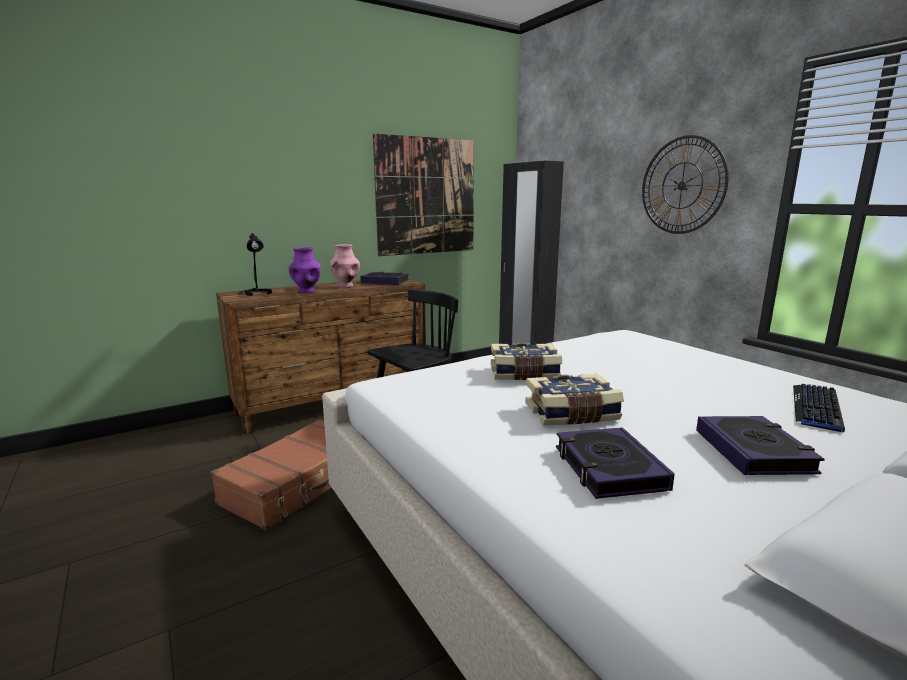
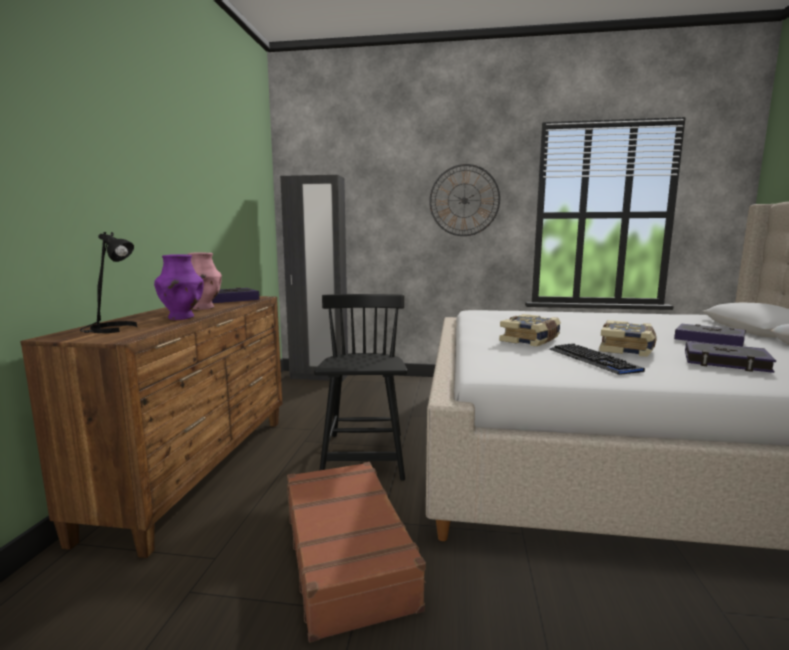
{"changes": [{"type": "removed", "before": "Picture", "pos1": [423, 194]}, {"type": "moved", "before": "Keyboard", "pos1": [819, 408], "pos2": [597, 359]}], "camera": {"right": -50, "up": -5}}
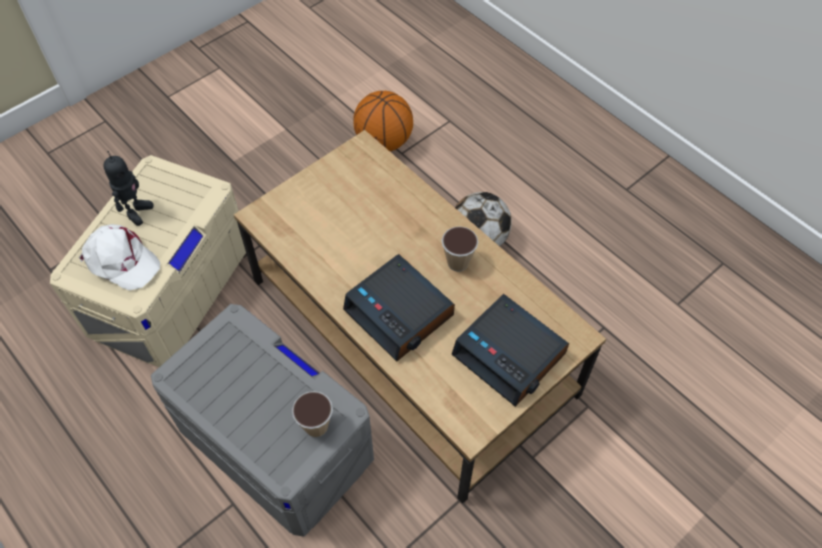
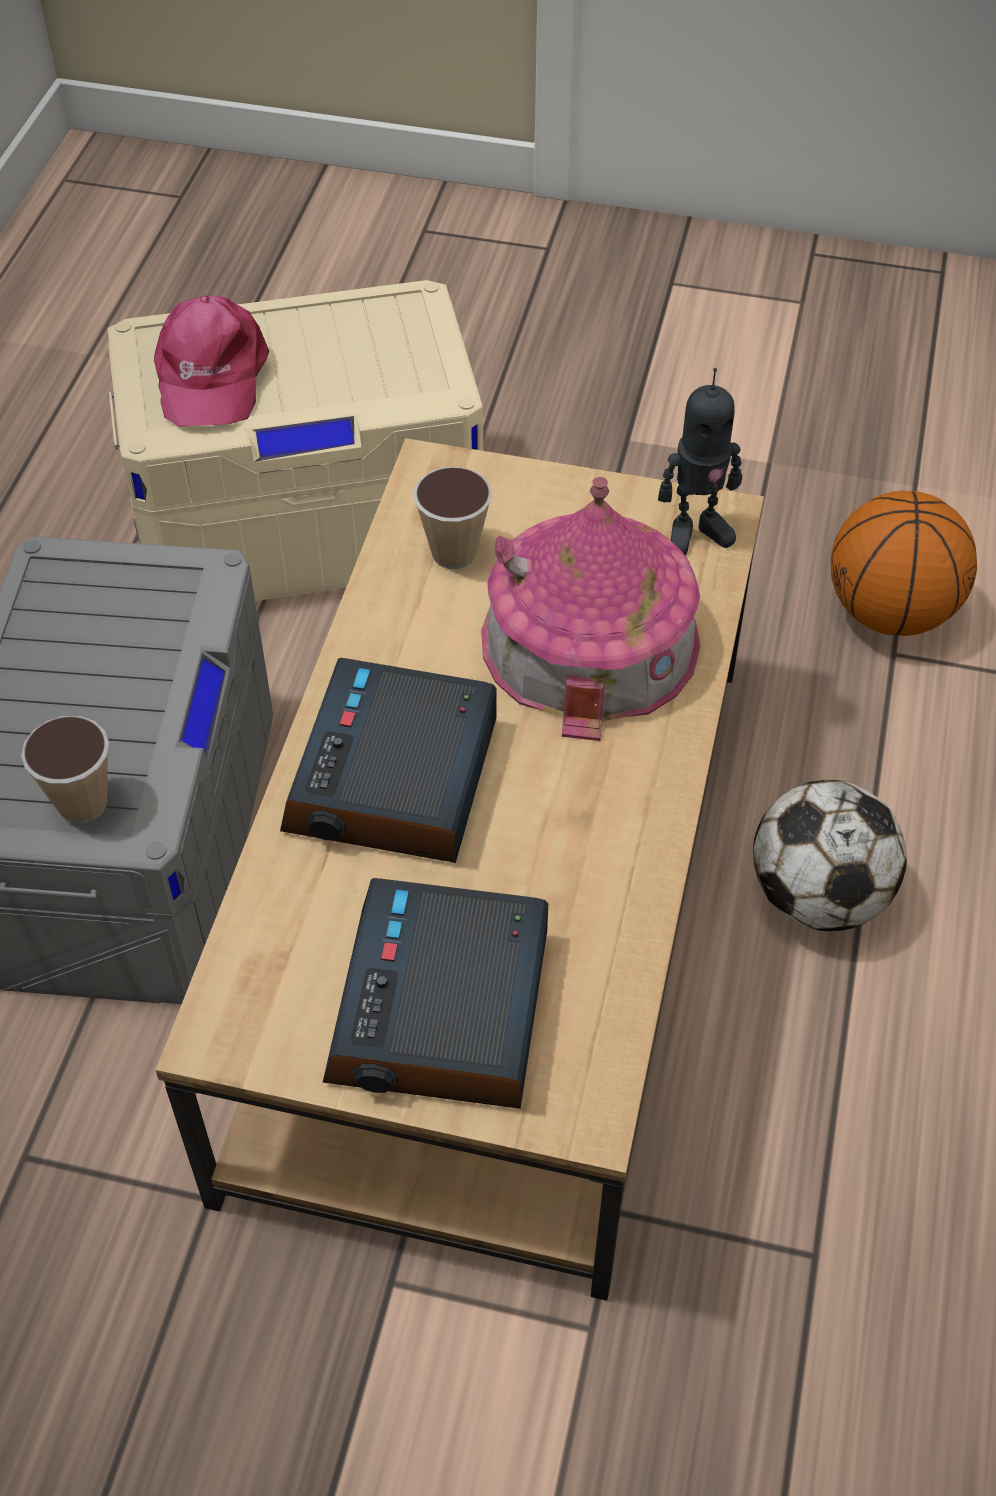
{"changes": [{"type": "recoloured", "before": "WhiteCap", "after": "PinkCap", "pos1": [119, 257], "pos2": [211, 361]}, {"type": "moved", "before": "ToyRobot", "pos1": [128, 188], "pos2": [700, 461]}, {"type": "moved", "before": "Cup", "pos1": [460, 249], "pos2": [452, 518]}, {"type": "added", "after": "ToyHouse", "pos2": [590, 609]}], "camera": {"right": 55, "up": -5}}
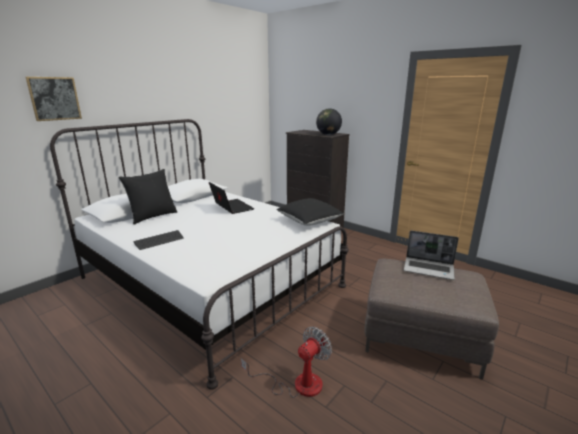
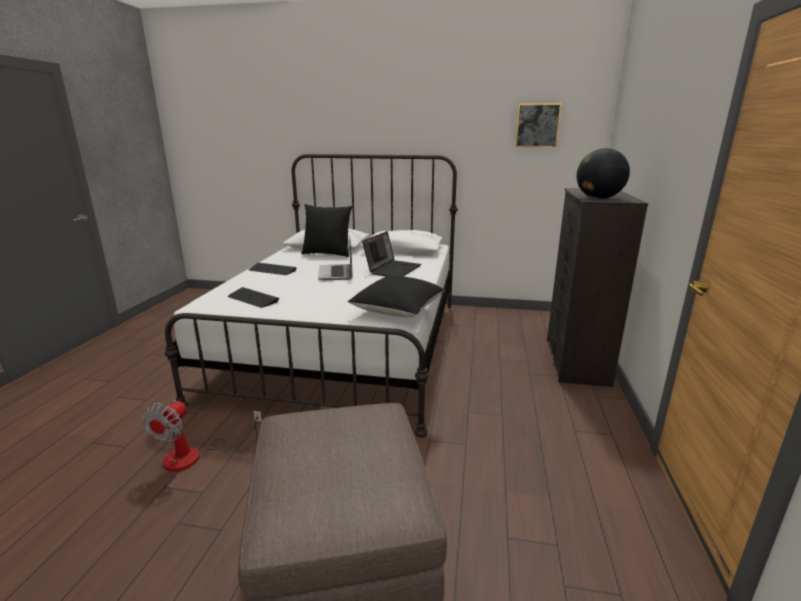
{"changes": [{"type": "moved", "before": "Picture", "pos1": [54, 99], "pos2": [538, 125]}, {"type": "turned", "before": "Fan", "pos1": [286, 362], "pos2": [202, 435], "turn": 90}, {"type": "moved", "before": "Laptop", "pos1": [431, 255], "pos2": [335, 258]}, {"type": "added", "after": "Keyboard", "pos2": [253, 297]}], "camera": {"right": 60, "up": 0}}
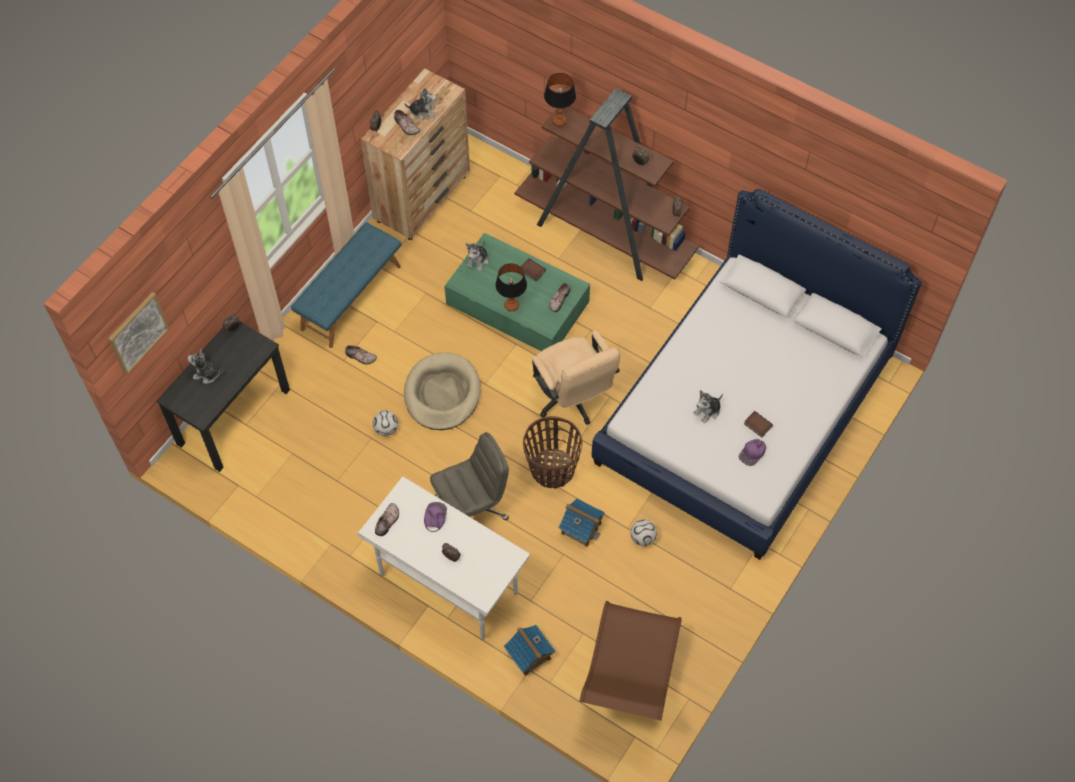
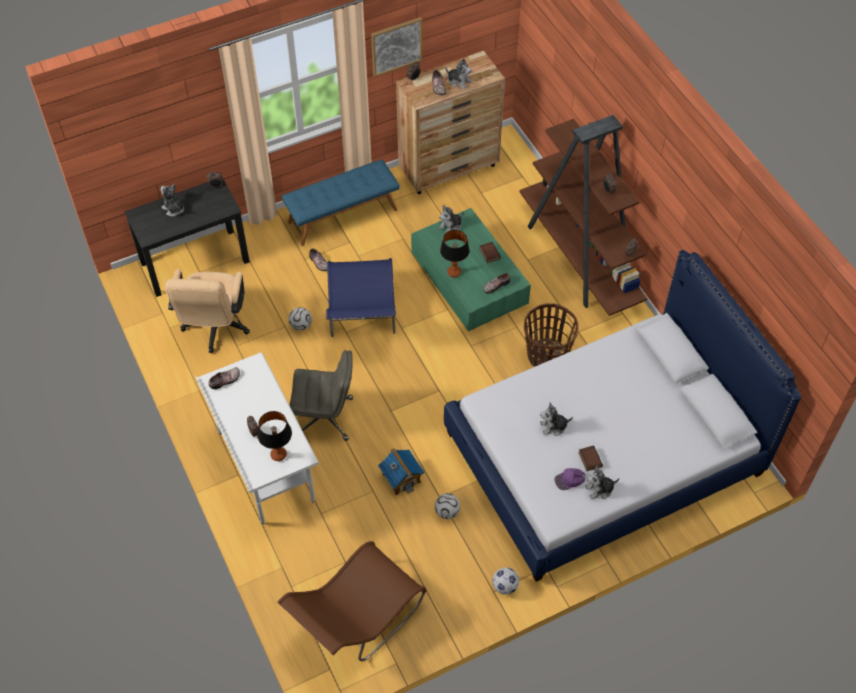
{"changes": [{"type": "moved", "before": "Picture", "pos1": [138, 333], "pos2": [396, 47]}, {"type": "replaced", "before": "BeigeDogBed", "after": "BlueChair", "pos1": [442, 391], "pos2": [361, 297]}, {"type": "removed", "before": "PurpleCap", "pos1": [435, 517]}, {"type": "removed", "before": "ToyHouse", "pos1": [529, 650]}, {"type": "moved", "before": "Basket", "pos1": [553, 452], "pos2": [551, 335]}, {"type": "moved", "before": "BeigeOfficeChair", "pos1": [576, 377], "pos2": [207, 311]}, {"type": "moved", "before": "TableLamp", "pos1": [560, 100], "pos2": [274, 436]}, {"type": "added", "after": "Football", "pos2": [505, 581]}, {"type": "added", "after": "PlushToy", "pos2": [602, 483]}], "camera": {"right": 30, "up": -5}}
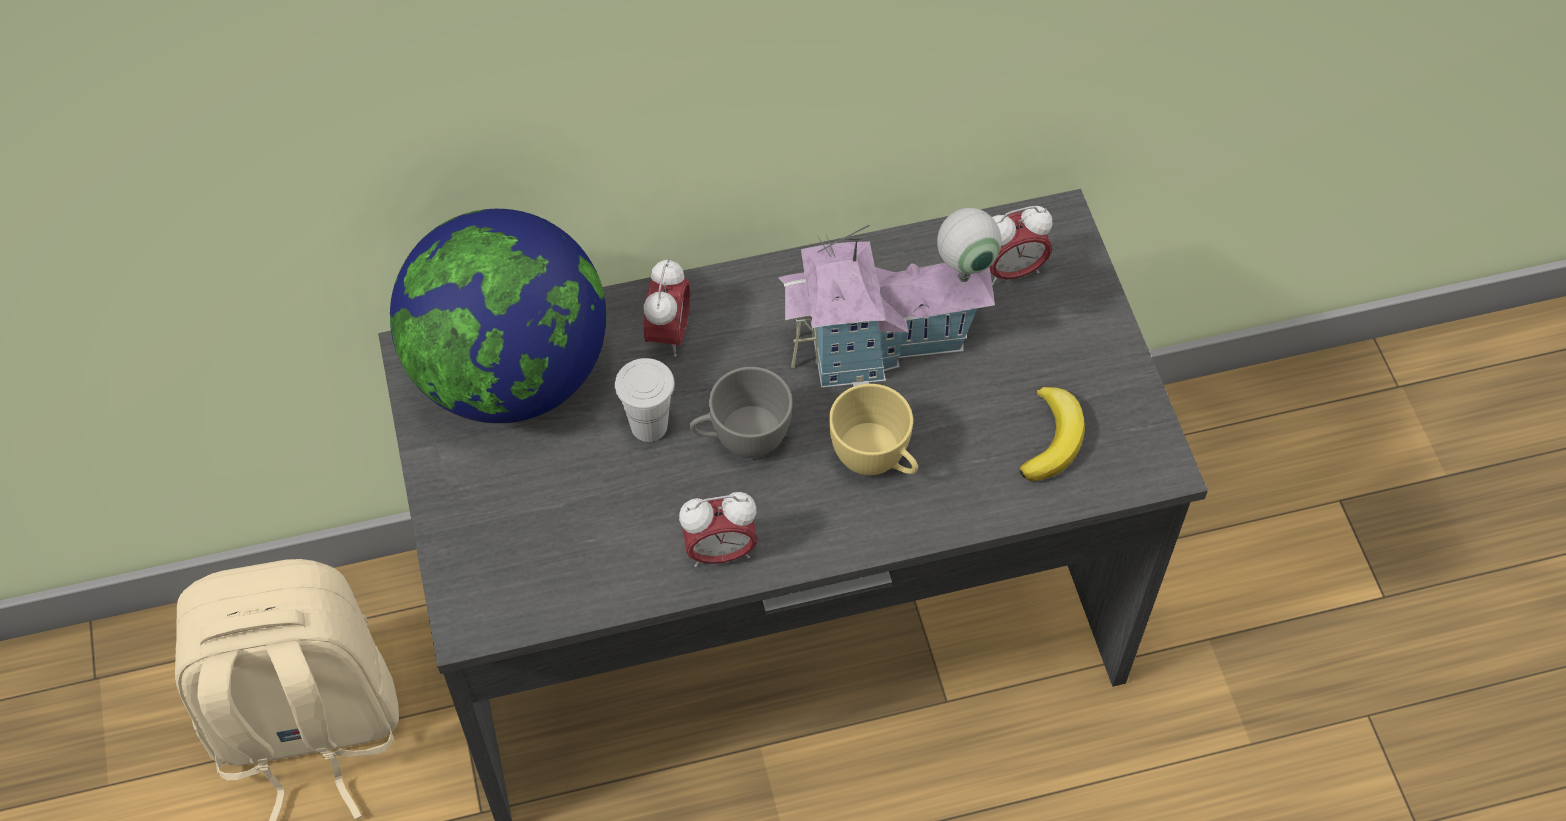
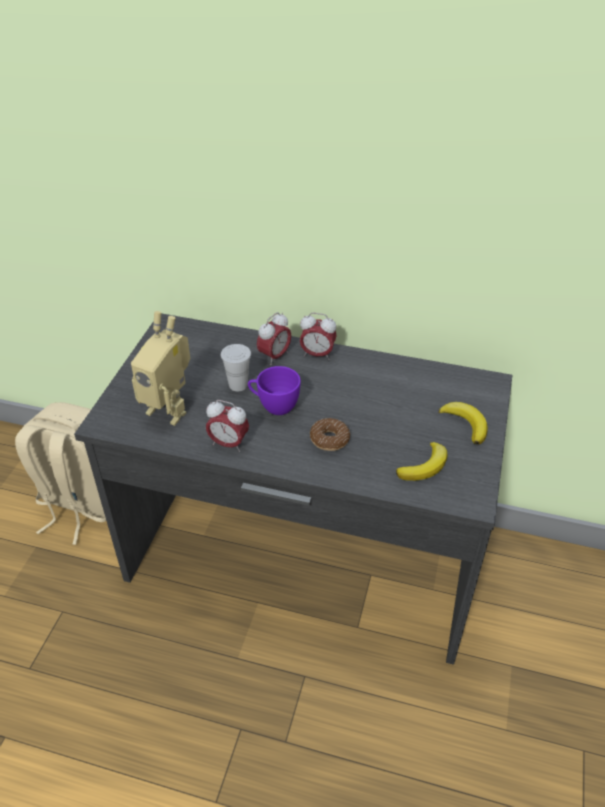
{"changes": [{"type": "removed", "before": "Globe", "pos1": [498, 316]}, {"type": "recoloured", "before": "GreyCup", "after": "PurpleCup", "pos1": [741, 412], "pos2": [274, 390]}, {"type": "removed", "before": "ToyHouse", "pos1": [889, 298]}, {"type": "replaced", "before": "YellowCup", "after": "Donut", "pos1": [873, 429], "pos2": [330, 434]}, {"type": "moved", "before": "AlarmClock", "pos1": [1021, 245], "pos2": [318, 336]}, {"type": "added", "after": "ToyRobot", "pos2": [160, 368]}, {"type": "added", "after": "Banana", "pos2": [463, 423]}], "camera": {"right": 30, "up": -15}}
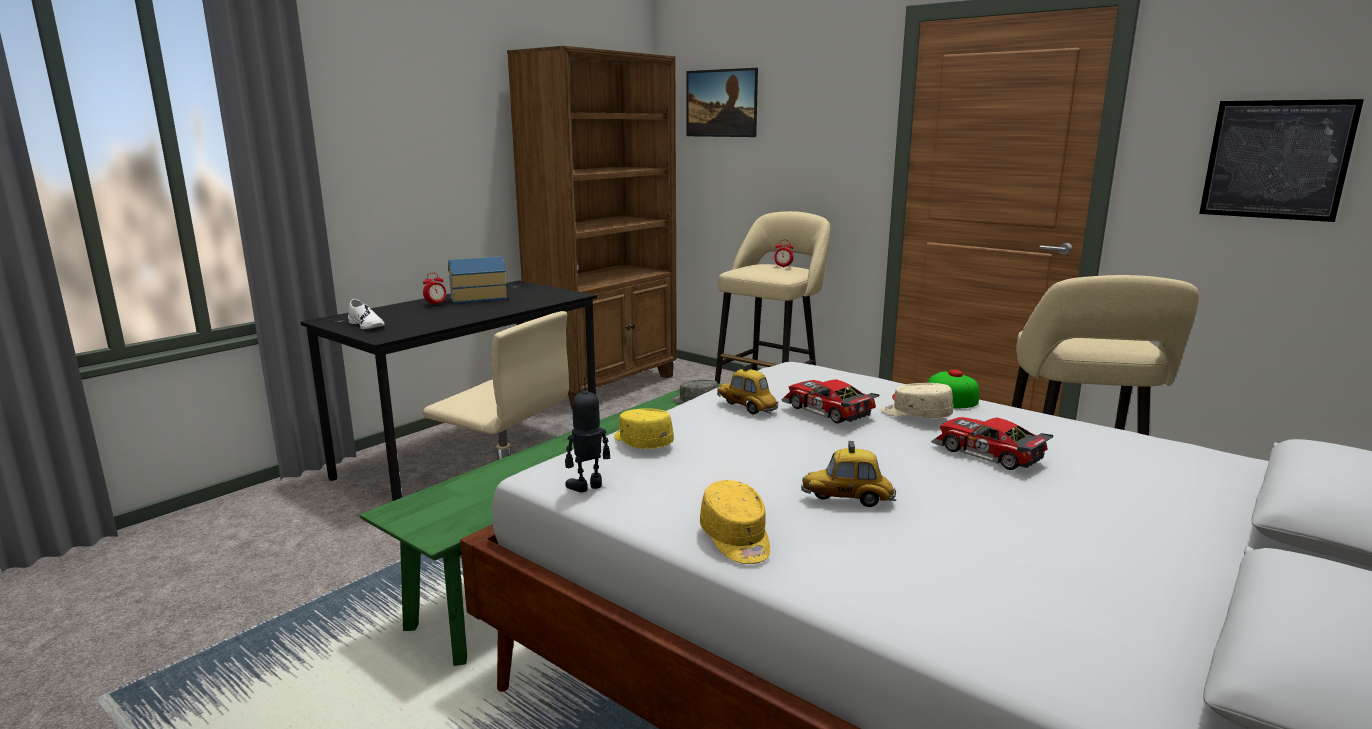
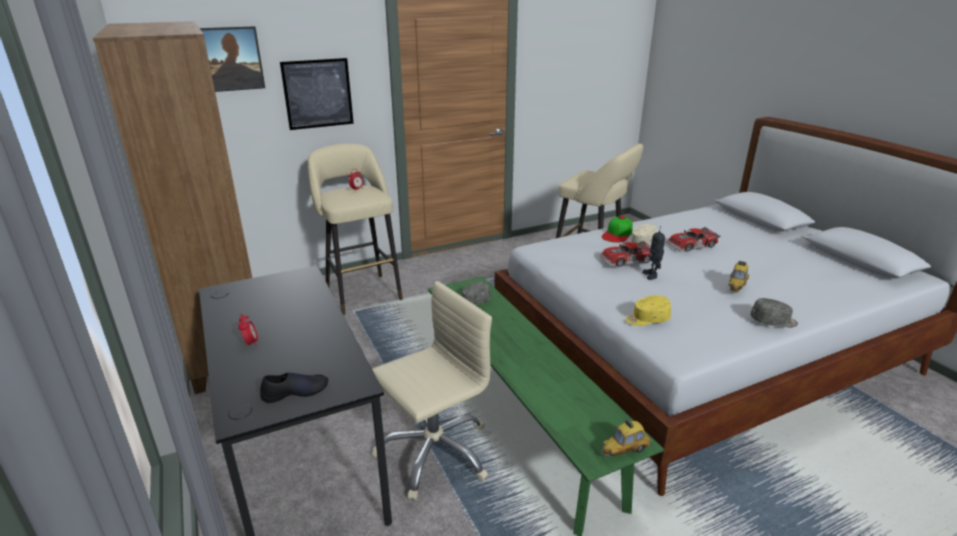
{"changes": [{"type": "recoloured", "before": "WhiteShoe", "after": "BlackShoe", "pos1": [366, 314], "pos2": [294, 387]}, {"type": "removed", "before": "ToyHouse", "pos1": [478, 280]}, {"type": "moved", "before": "ToyRobot", "pos1": [587, 434], "pos2": [654, 253]}, {"type": "recoloured", "before": "YellowCap", "after": "GreyCap", "pos1": [735, 522], "pos2": [774, 313]}, {"type": "moved", "before": "ToyCar", "pos1": [748, 388], "pos2": [626, 438]}, {"type": "moved", "before": "Picture", "pos1": [1281, 160], "pos2": [317, 94]}], "camera": {"right": -65, "up": 10}}
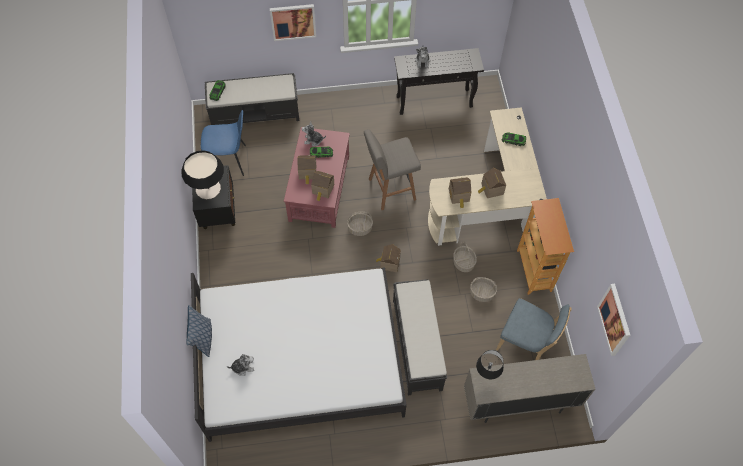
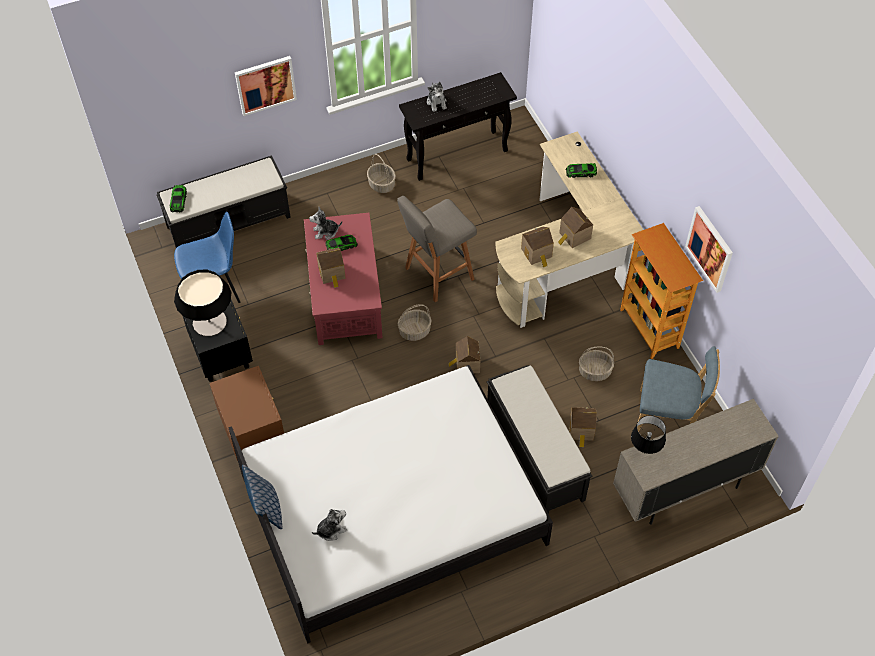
{"changes": [{"type": "moved", "before": "ToyHouse", "pos1": [322, 186], "pos2": [583, 427]}, {"type": "moved", "before": "Basket", "pos1": [465, 256], "pos2": [381, 173]}, {"type": "moved", "before": "Picture", "pos1": [613, 320], "pos2": [709, 249]}, {"type": "added", "after": "BrownNightstand", "pos2": [246, 413]}], "camera": {"right": -15, "up": -5}}
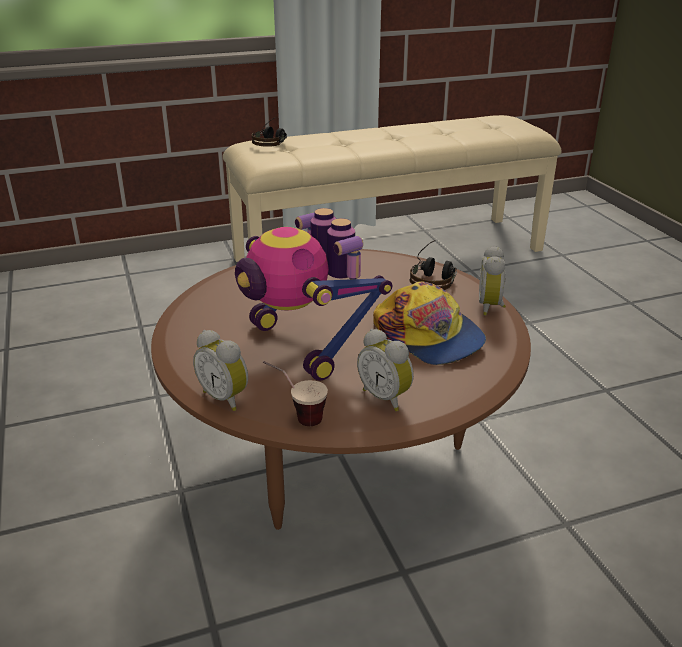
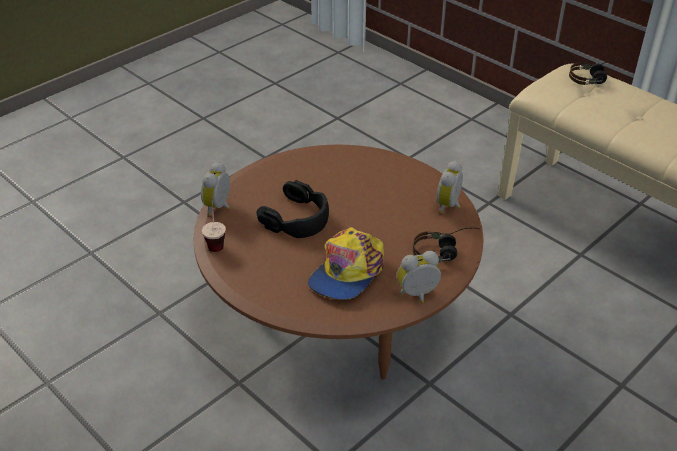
{"changes": [{"type": "replaced", "before": "ToyRobot", "after": "BlackHeadphones", "pos1": [313, 294], "pos2": [292, 209]}, {"type": "moved", "before": "AlarmClock", "pos1": [385, 370], "pos2": [450, 187]}], "camera": {"right": 65, "up": 10}}
